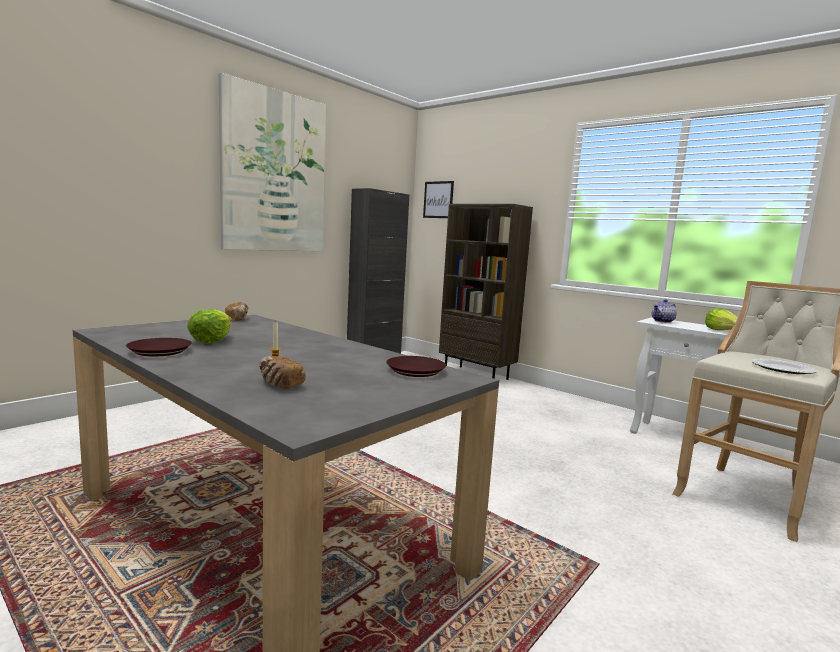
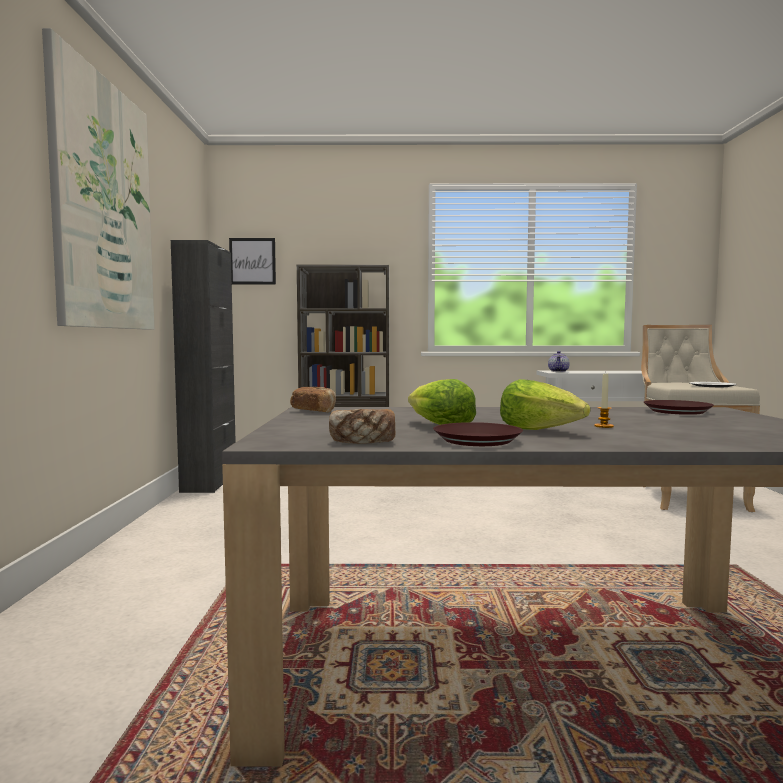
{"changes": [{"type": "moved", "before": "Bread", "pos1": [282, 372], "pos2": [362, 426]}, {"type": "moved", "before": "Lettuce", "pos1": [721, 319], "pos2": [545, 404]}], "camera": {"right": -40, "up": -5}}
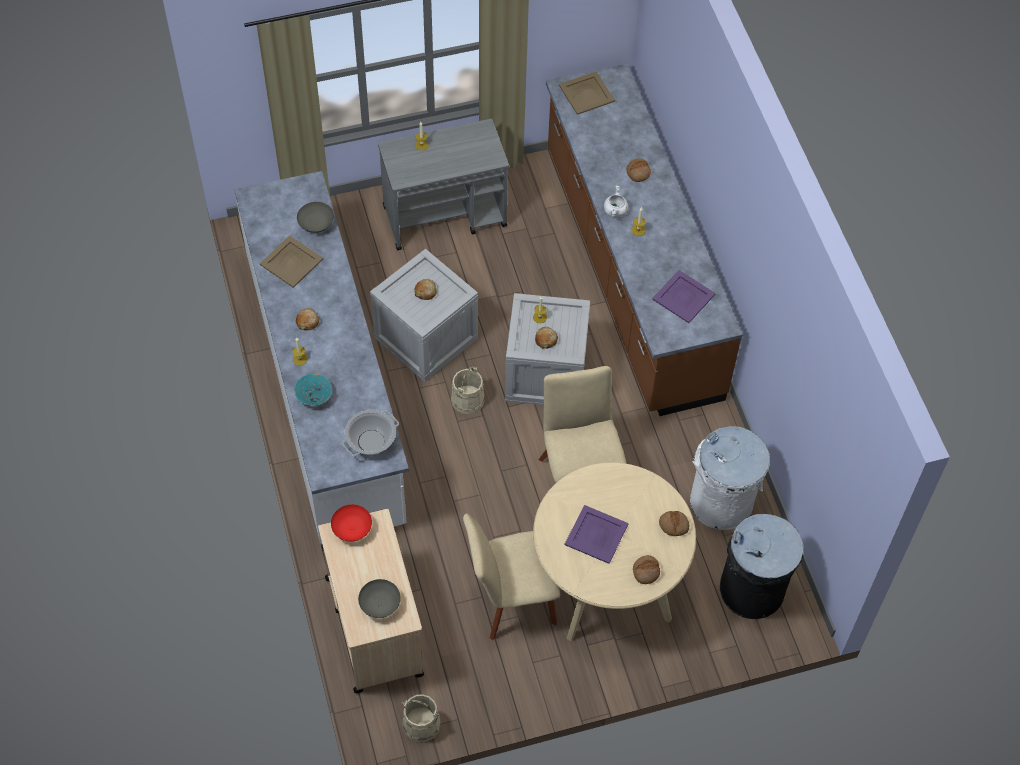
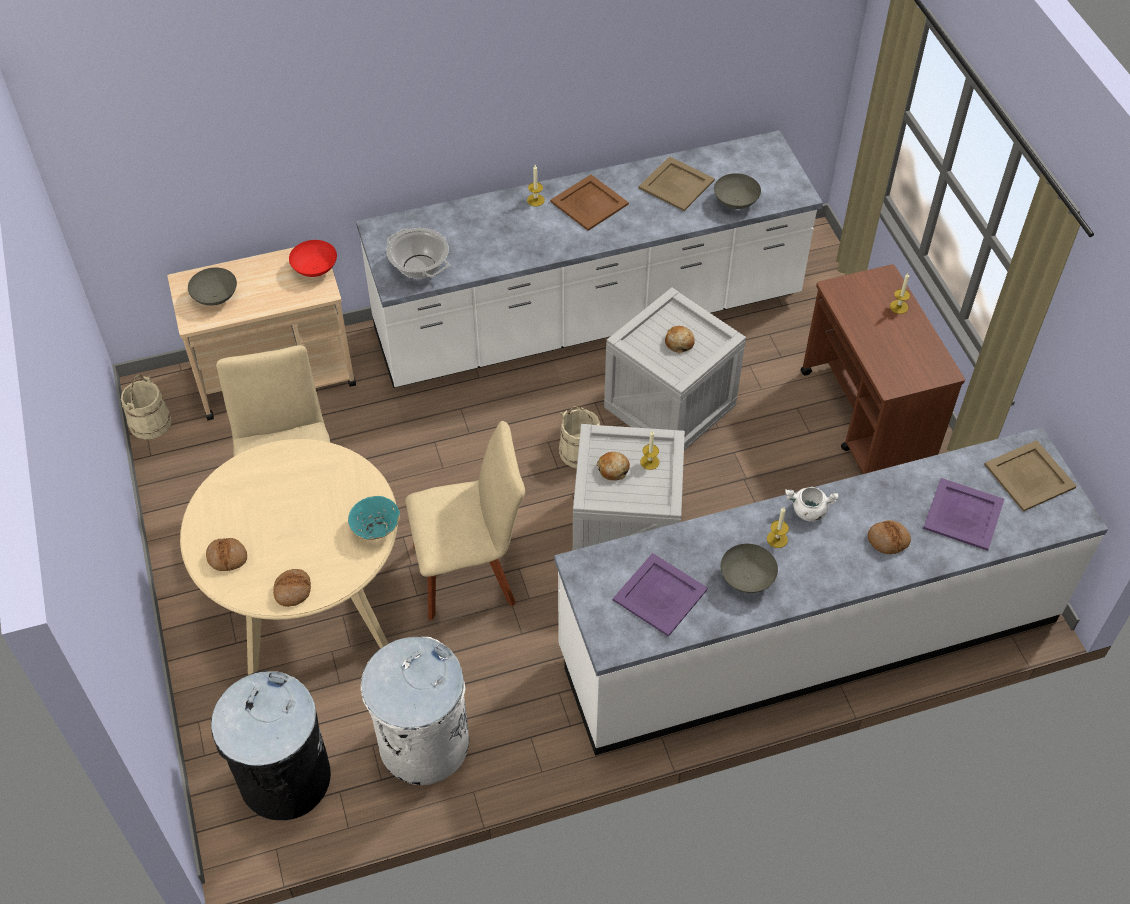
{"changes": [{"type": "moved", "before": "TurquoiseBowl", "pos1": [313, 390], "pos2": [374, 518]}, {"type": "replaced", "before": "Bread", "after": "BrownTray", "pos1": [307, 319], "pos2": [589, 202]}, {"type": "recoloured", "before": "GreyCart", "after": "BrownCart", "pos1": [443, 184], "pos2": [882, 369]}, {"type": "recoloured", "before": "BrownCounter", "after": "WhiteCounter", "pos1": [644, 240], "pos2": [831, 591]}, {"type": "moved", "before": "PurpleTray", "pos1": [597, 534], "pos2": [963, 514]}, {"type": "added", "after": "GreyBowl", "pos2": [749, 568]}], "camera": {"right": 90, "up": -5}}
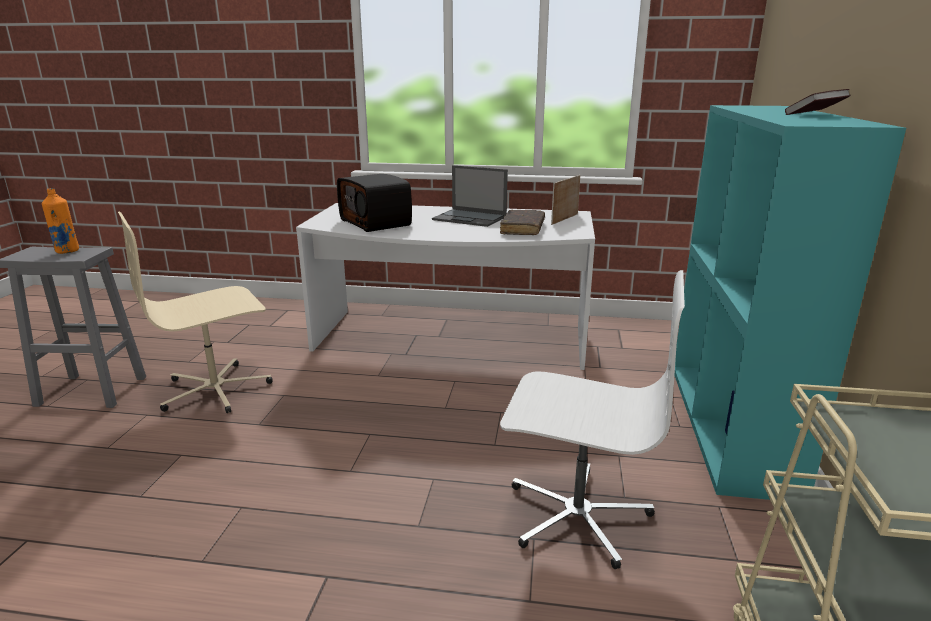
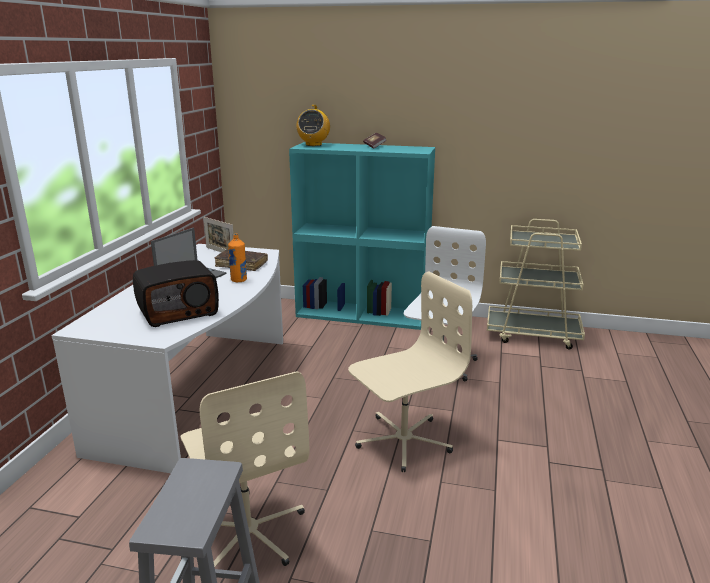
{"changes": [{"type": "moved", "before": "OrangeBottle", "pos1": [60, 221], "pos2": [237, 258]}, {"type": "added", "after": "Radio", "pos2": [313, 125]}, {"type": "added", "after": "BeigeOfficeChair", "pos2": [410, 372]}], "camera": {"right": -85, "up": 0}}
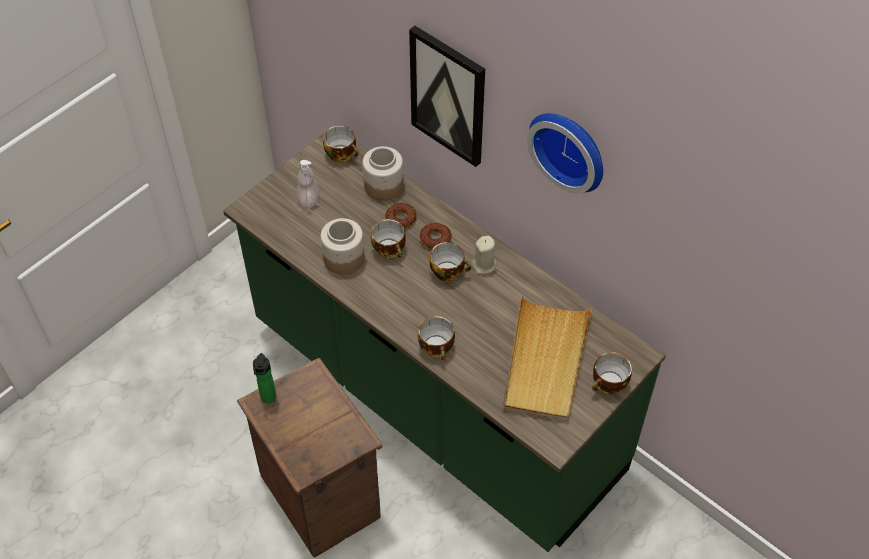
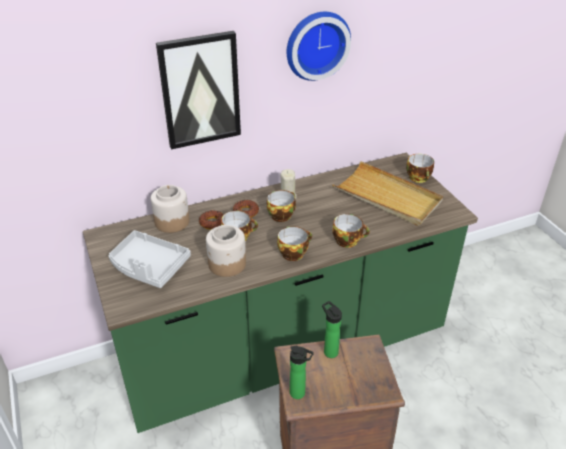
{"changes": [{"type": "replaced", "before": "SoapDispenser", "after": "GreyTray", "pos1": [308, 184], "pos2": [150, 259]}, {"type": "moved", "before": "Cup", "pos1": [341, 144], "pos2": [294, 243]}, {"type": "added", "after": "Bottle", "pos2": [332, 329]}], "camera": {"right": -65, "up": -15}}
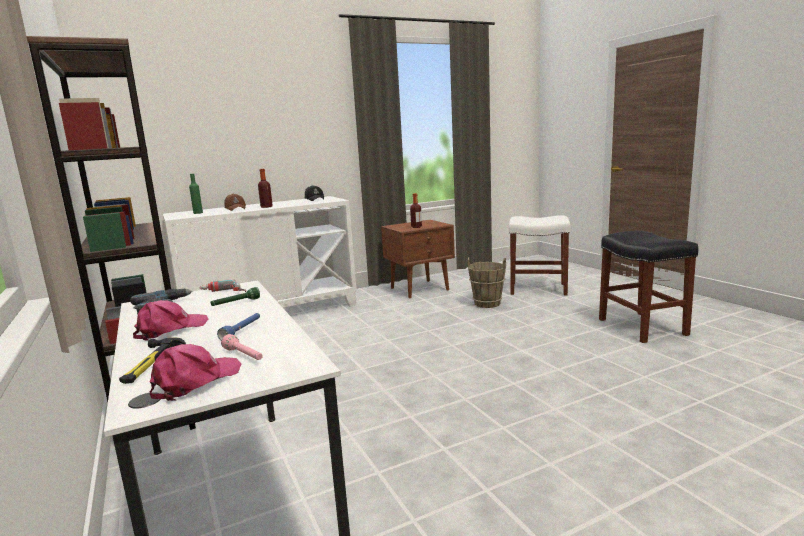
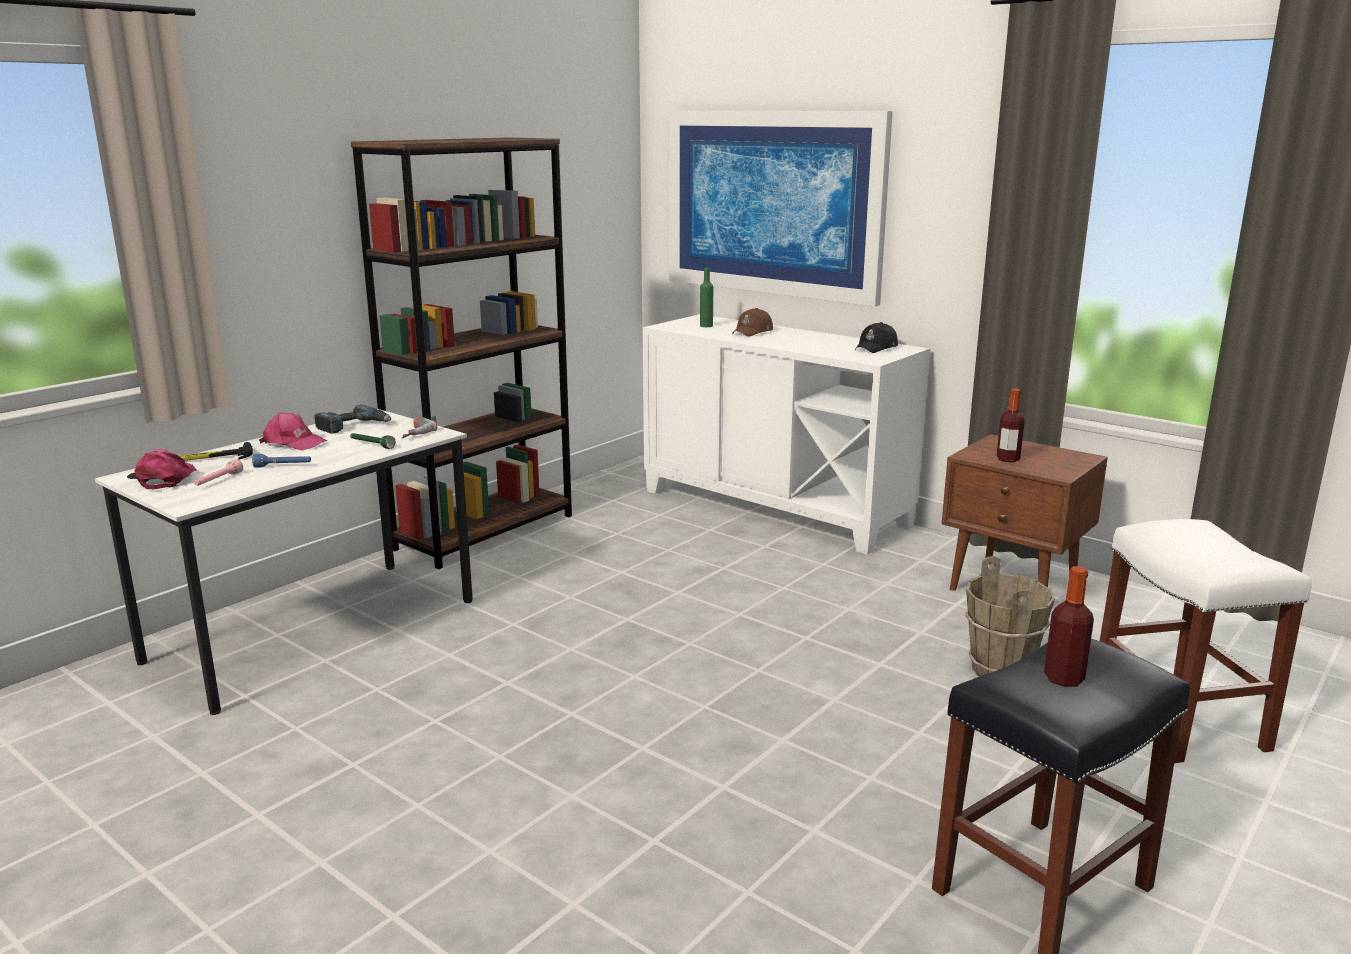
{"changes": [{"type": "turned", "before": "PinkCap", "pos1": [195, 372], "pos2": [165, 469], "turn": -105}, {"type": "moved", "before": "Bottle", "pos1": [265, 188], "pos2": [1069, 626]}, {"type": "added", "after": "Picture", "pos2": [781, 209]}], "camera": {"right": 65, "up": 5}}
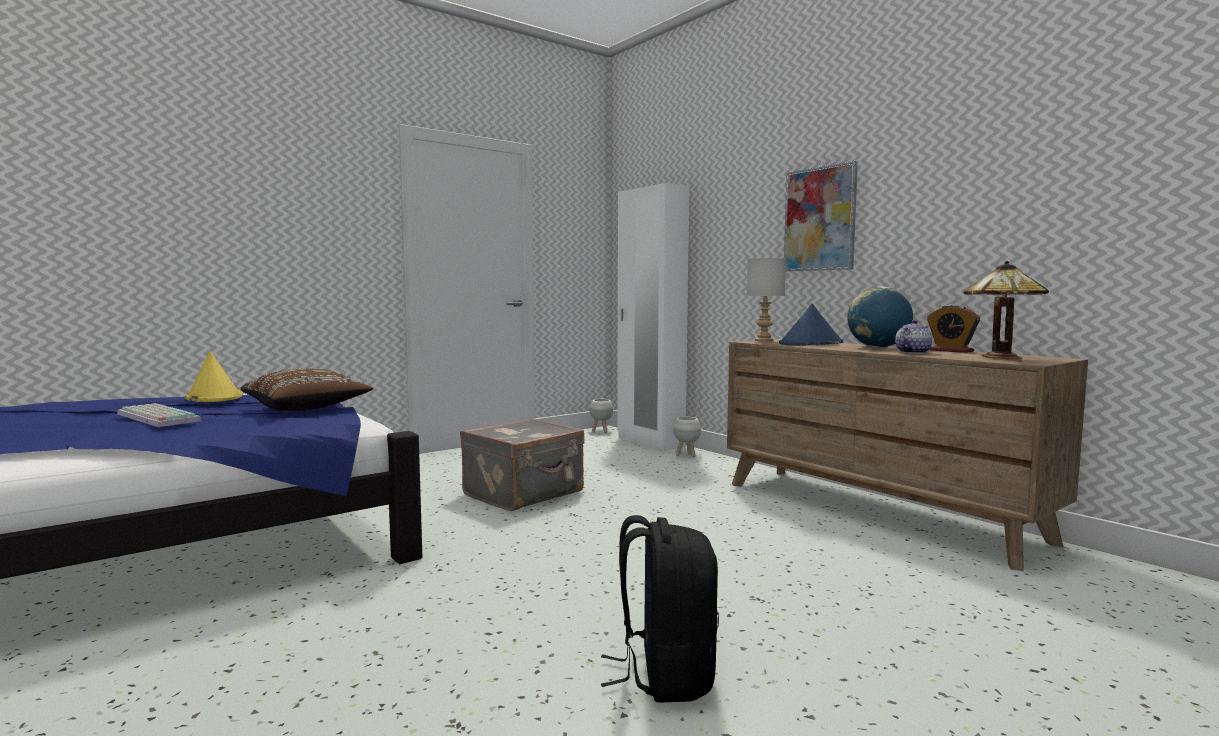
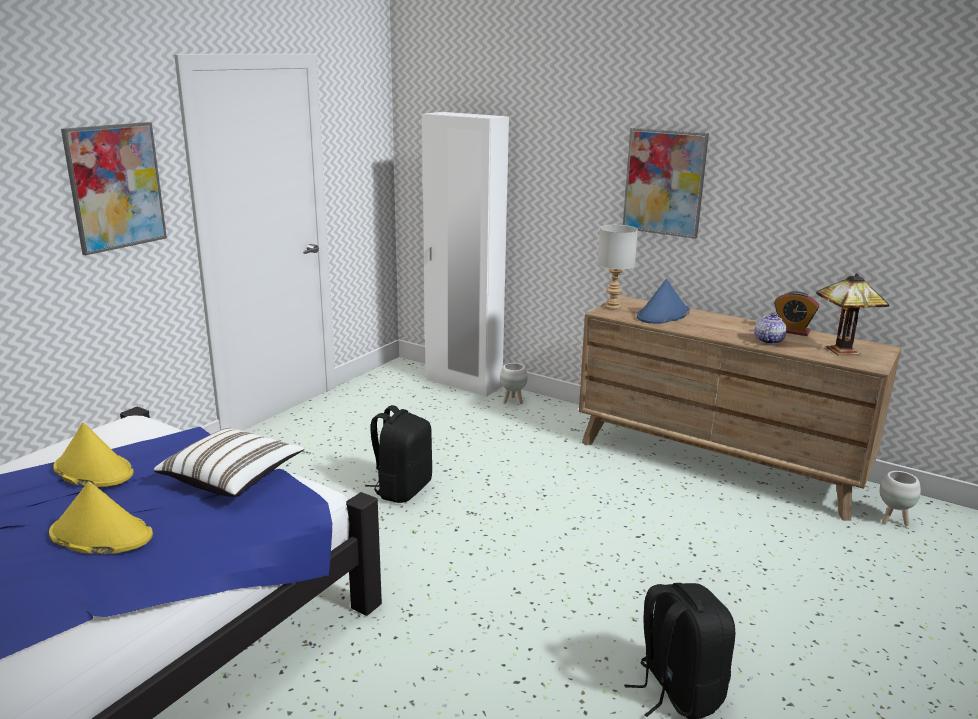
{"changes": [{"type": "replaced", "before": "Keyboard", "after": "YellowHat", "pos1": [159, 415], "pos2": [101, 517]}, {"type": "recoloured", "before": "BrownPillow", "after": "WhitePillow", "pos1": [306, 389], "pos2": [229, 462]}, {"type": "replaced", "before": "GreySuitcase", "after": "BlackBackpack", "pos1": [522, 464], "pos2": [398, 454]}, {"type": "moved", "before": "WhitePlanter", "pos1": [601, 416], "pos2": [900, 498]}, {"type": "removed", "before": "Globe", "pos1": [880, 317]}, {"type": "added", "after": "Picture", "pos2": [114, 188]}], "camera": {"right": -20, "up": 15}}
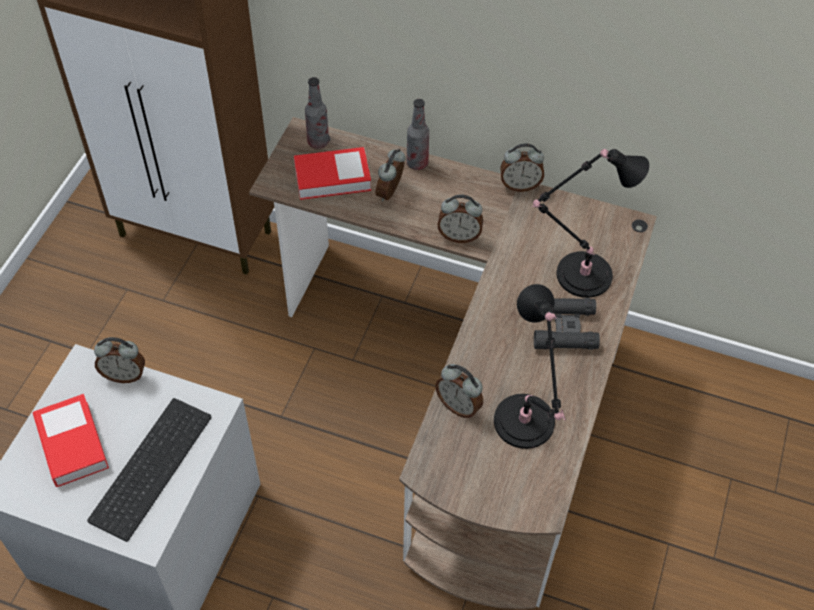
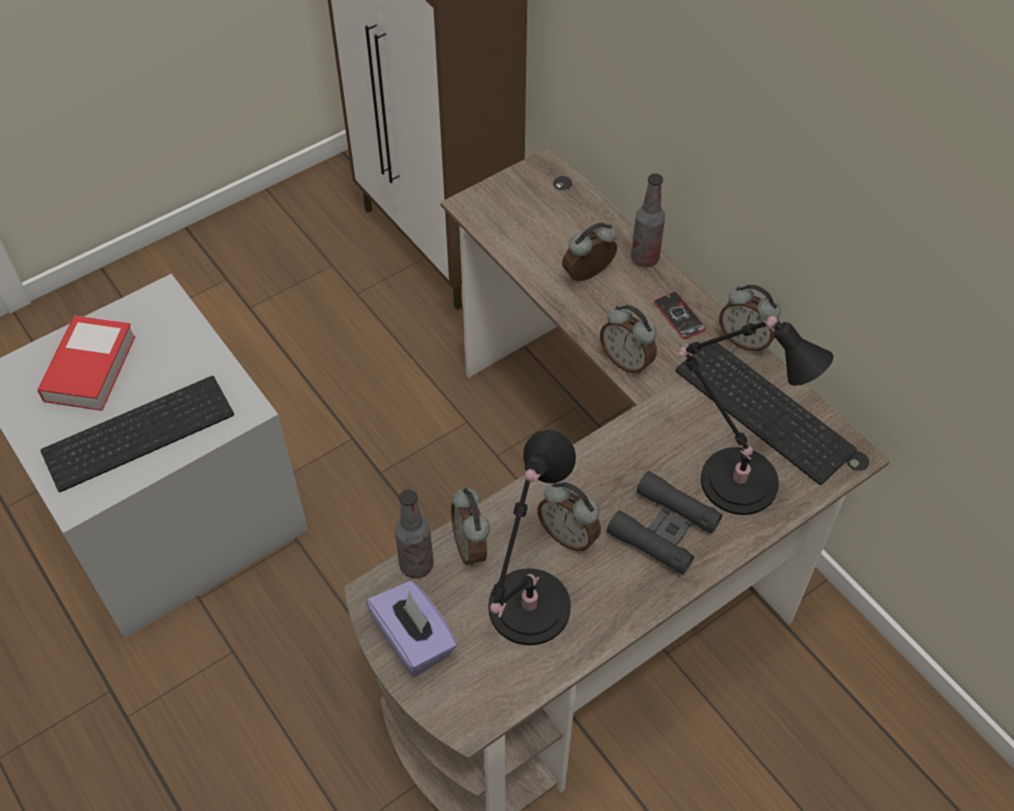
{"changes": [{"type": "moved", "before": "AlarmClock", "pos1": [119, 360], "pos2": [569, 516]}, {"type": "removed", "before": "Book", "pos1": [332, 173]}, {"type": "moved", "before": "Bottle", "pos1": [317, 113], "pos2": [414, 533]}, {"type": "added", "after": "PurpleTissueBox", "pos2": [412, 628]}, {"type": "added", "after": "Phone", "pos2": [680, 315]}, {"type": "added", "after": "Keyboard", "pos2": [766, 413]}], "camera": {"right": 35, "up": 0}}
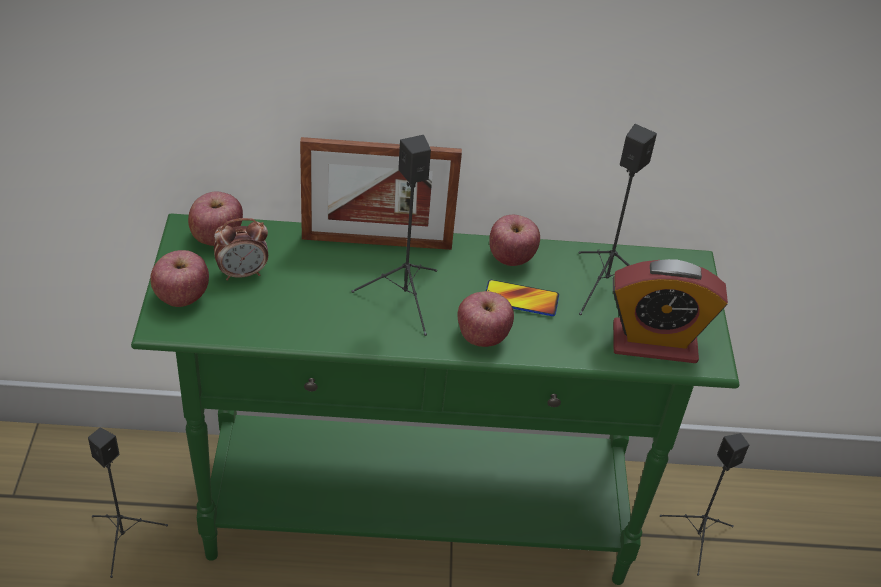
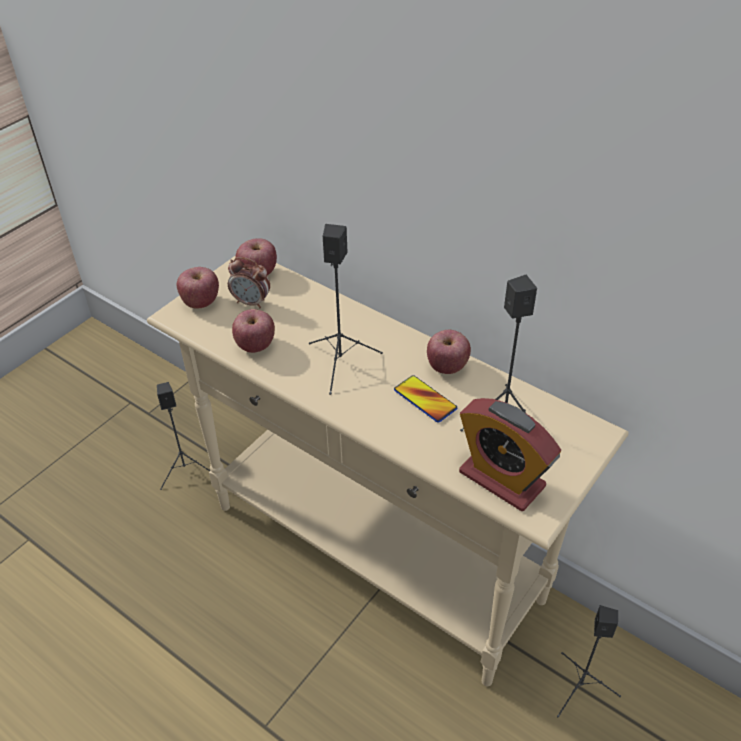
{"changes": [{"type": "recoloured", "before": "GreenConsoleTable", "after": "BeigeConsoleTable", "pos1": [435, 399], "pos2": [388, 470]}, {"type": "removed", "before": "PictureFrame", "pos1": [381, 193]}, {"type": "moved", "before": "Apple", "pos1": [485, 319], "pos2": [253, 331]}], "camera": {"right": 40, "up": 0}}
